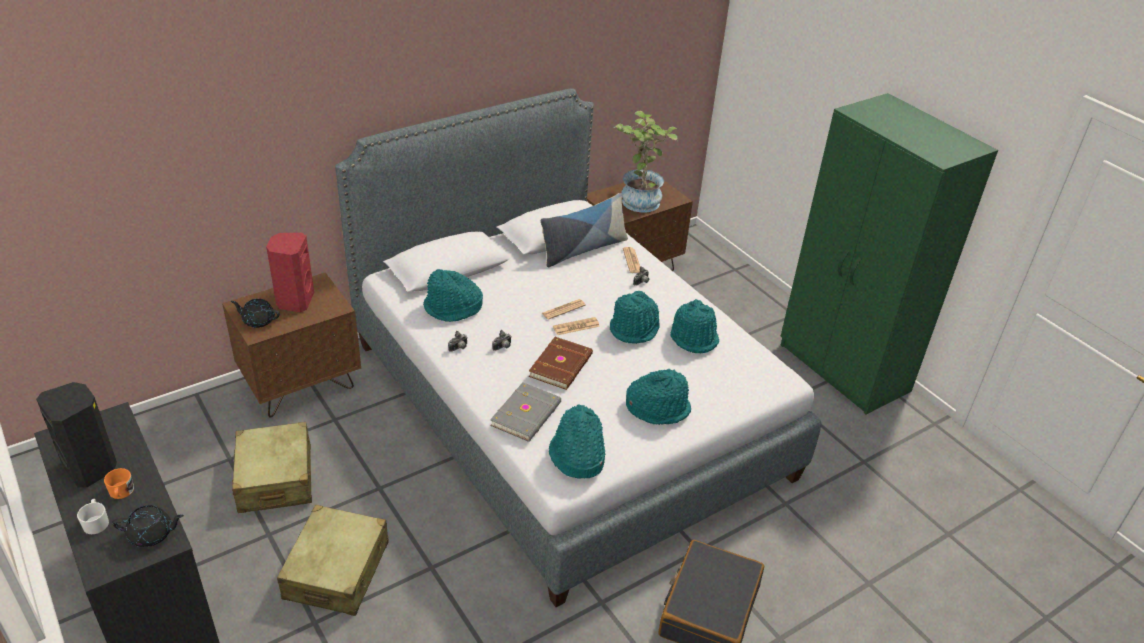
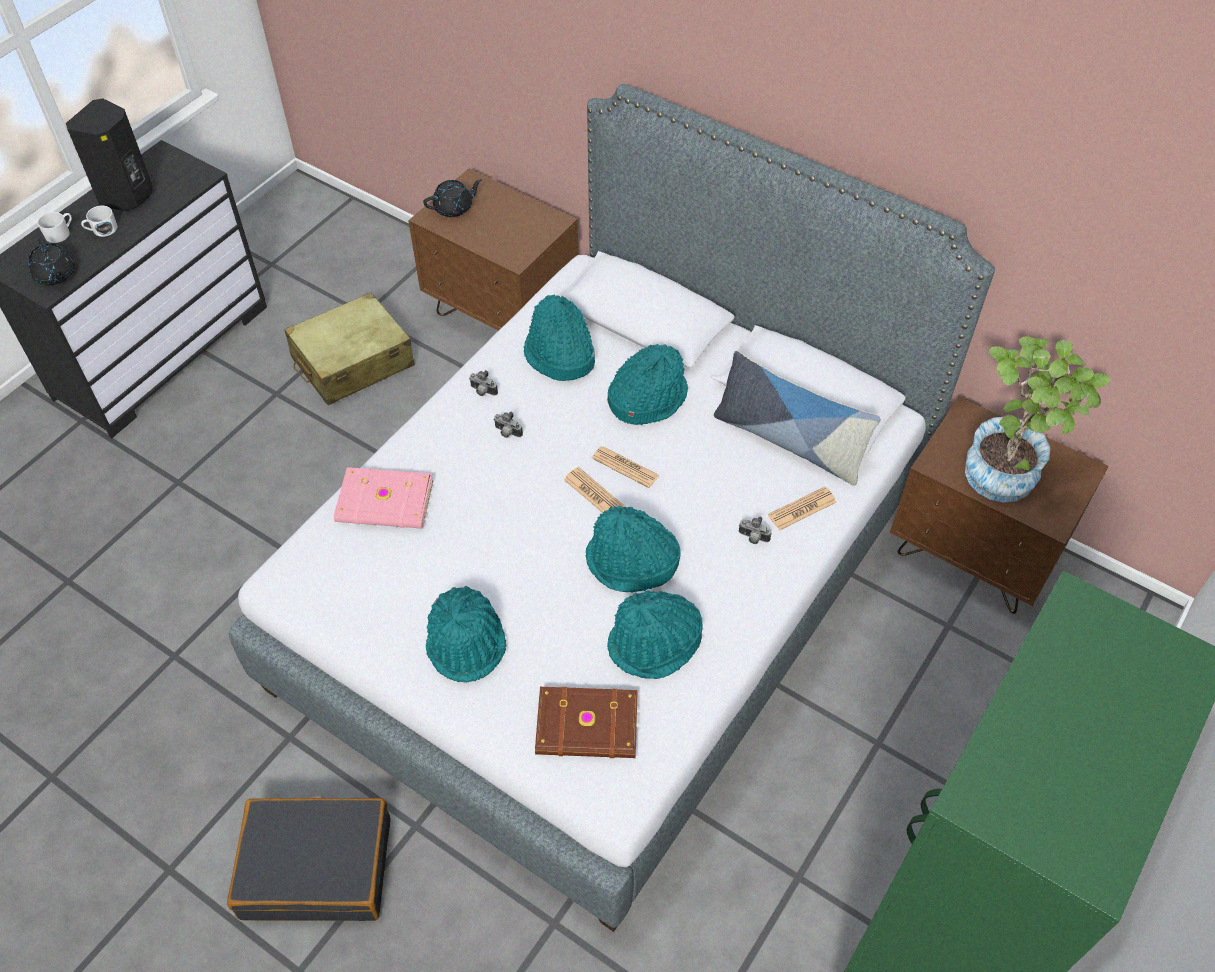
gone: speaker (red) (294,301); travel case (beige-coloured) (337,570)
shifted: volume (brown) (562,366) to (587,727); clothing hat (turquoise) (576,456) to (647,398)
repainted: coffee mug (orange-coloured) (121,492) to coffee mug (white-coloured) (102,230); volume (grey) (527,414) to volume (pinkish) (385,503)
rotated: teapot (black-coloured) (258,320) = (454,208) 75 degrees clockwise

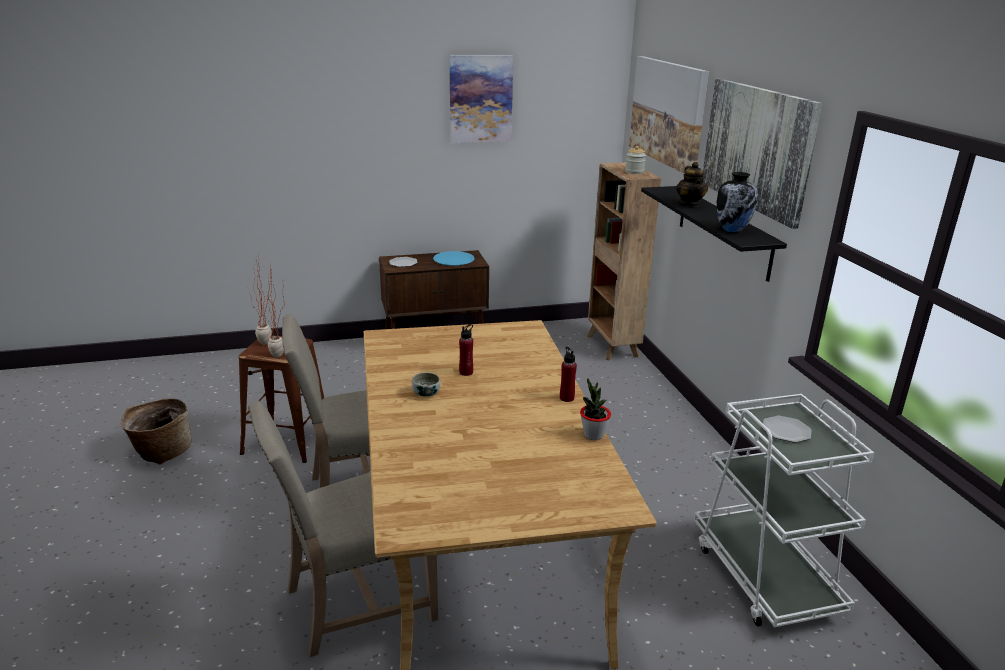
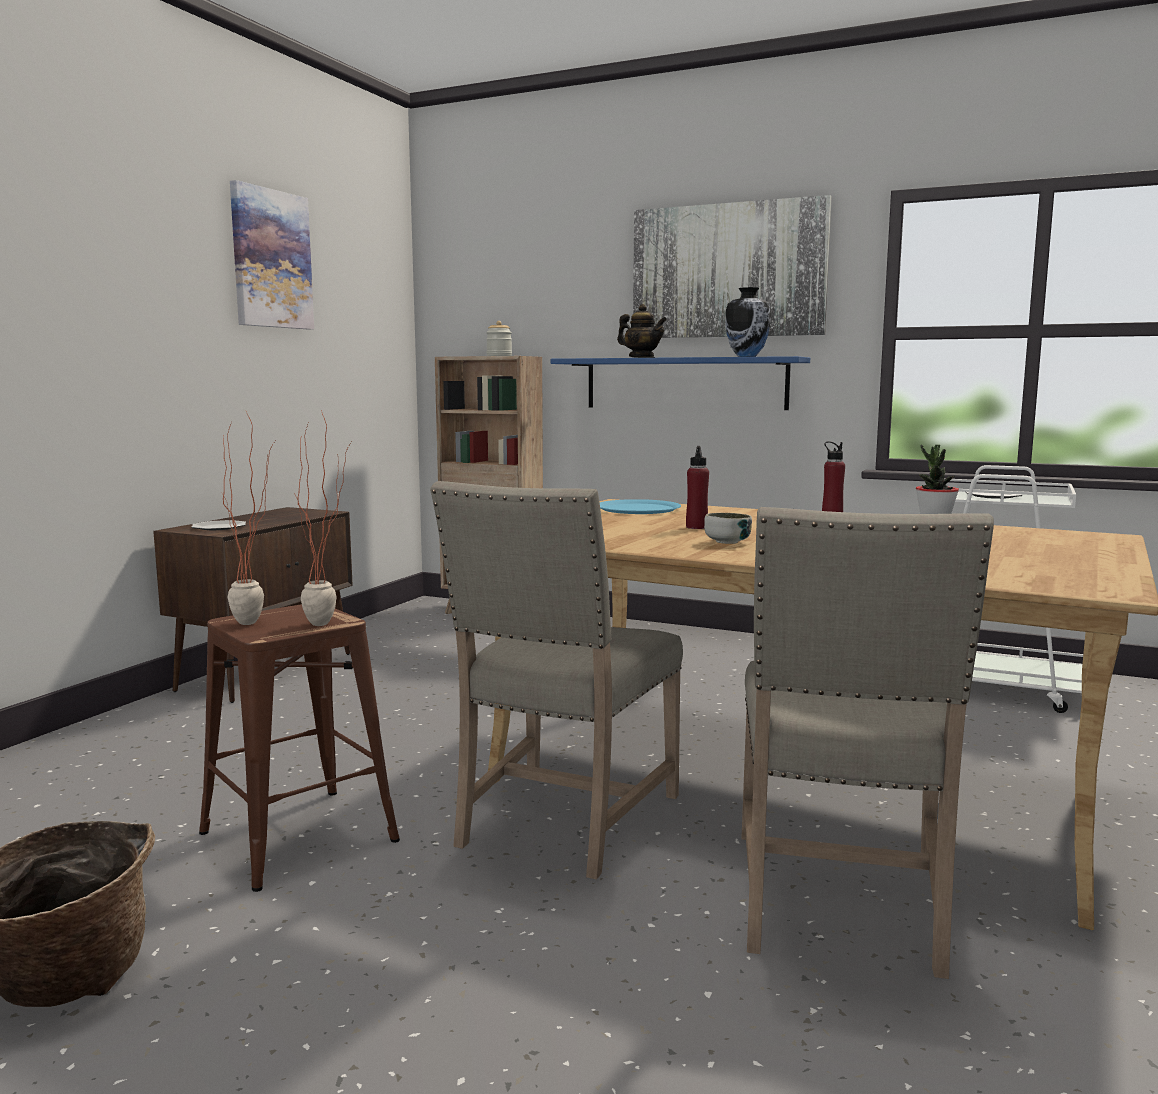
gone: picture (668,112)
shifted: dinner plate (blue-coloured) (454,259) to (638,509)
repainted: shelf (black-coloured) (723,231) to shelf (blue-coloured) (685,383)

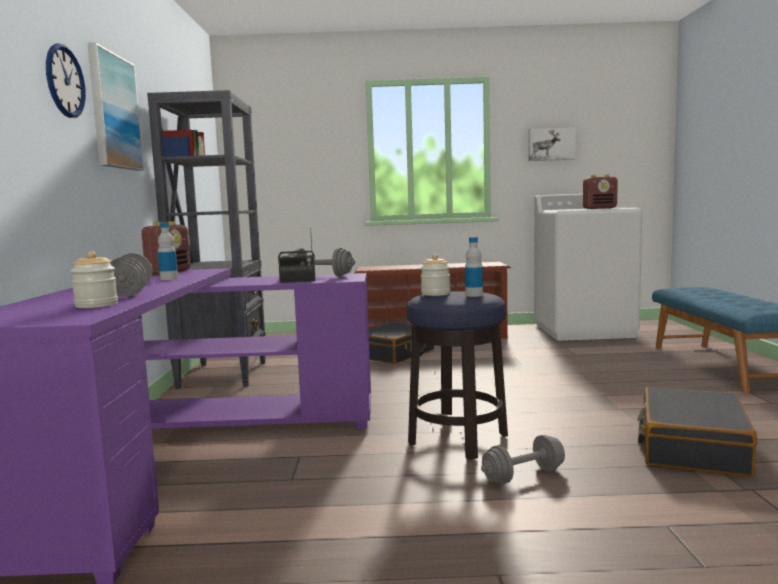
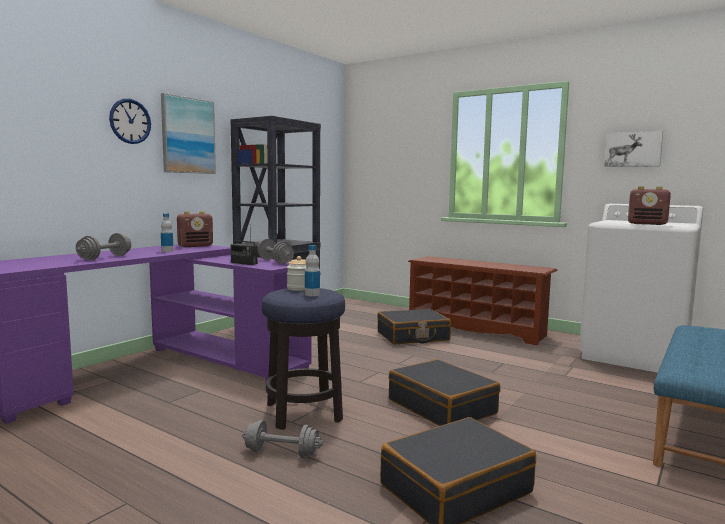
gone: storage jar (96,305)
new: travel case (black-coloured) (442,407)

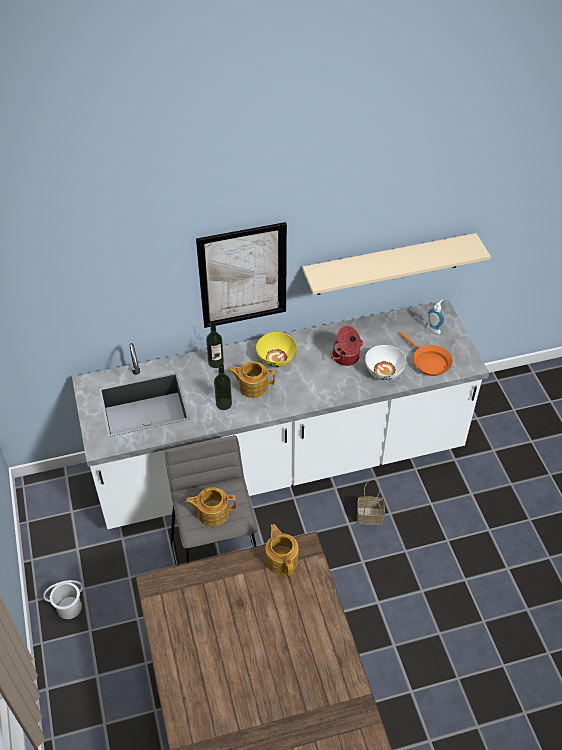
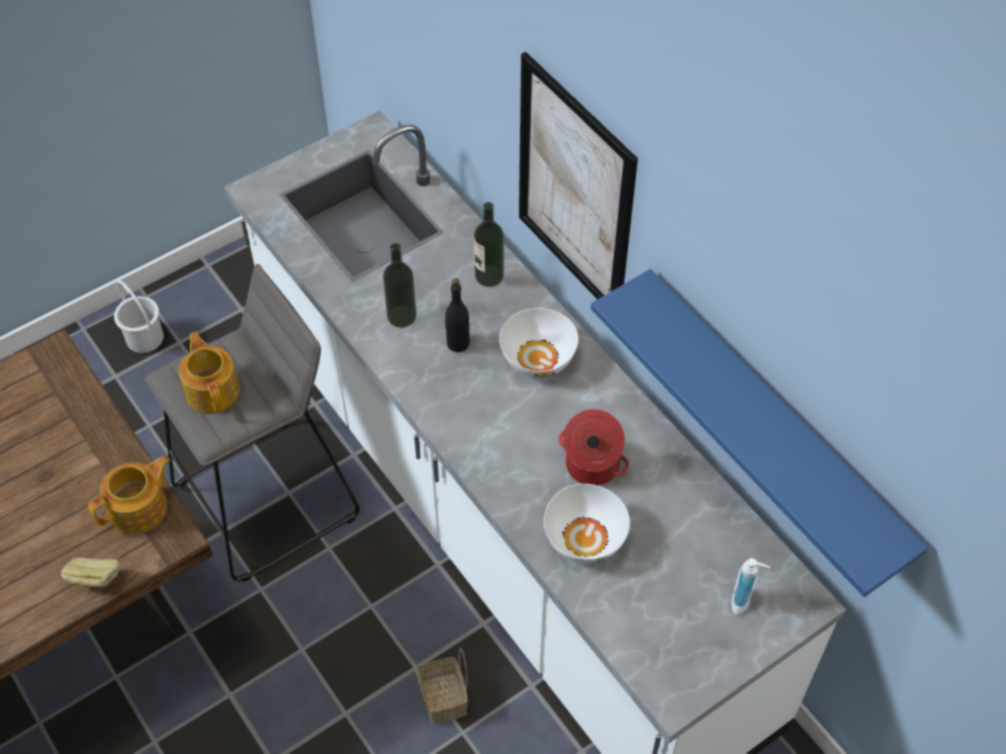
gone: skillet (orange-coloured) (428,362)
new: baked bread (96,581)
swapped: teapot (252,386) to bottle (black-coloured) (457,343)
repainted: deep dish (yellow) (276,358) to deep dish (white-coloured) (538,357); shelf (beige-coloured) (389,264) to shelf (blue-coloured) (773,424)

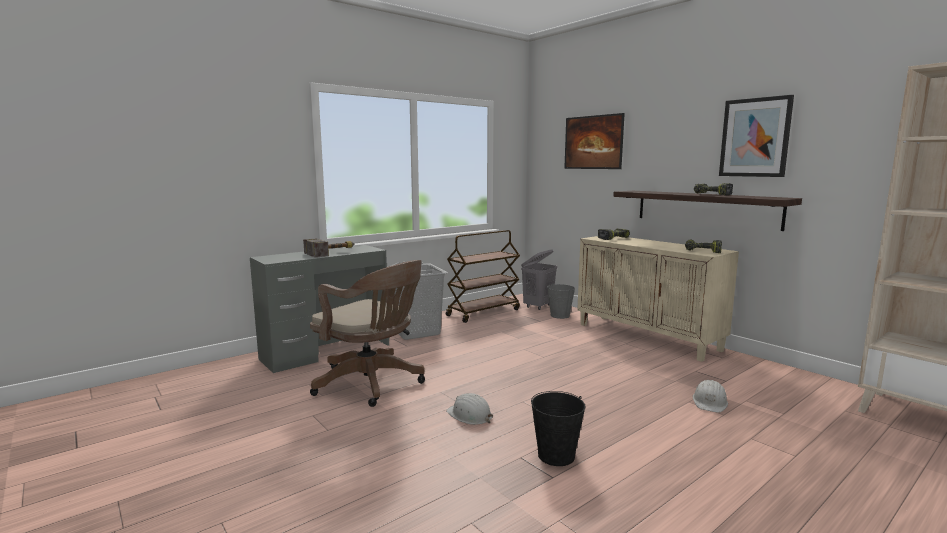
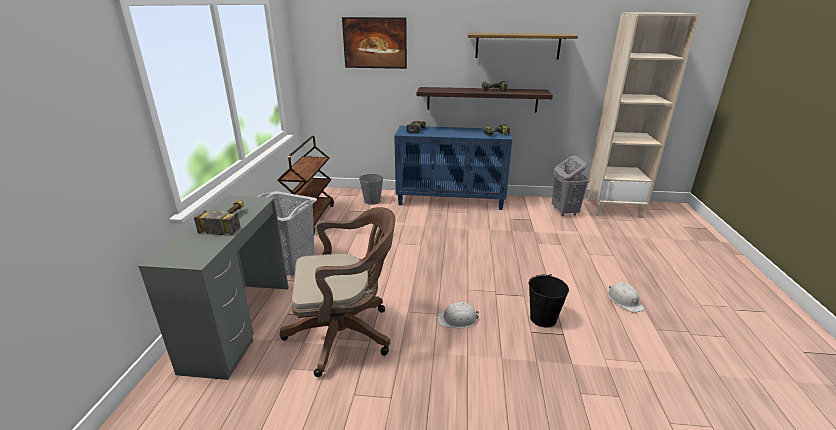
shifted: hamper (grey) (538,306) to (564,211); hard hat (white-coloured) (710,402) to (624,300)
swapped: picture (755,137) to shelf (517,46)
repainted: storage cabinet (beige-coloured) (648,337) to storage cabinet (blue-coloured) (451,200)

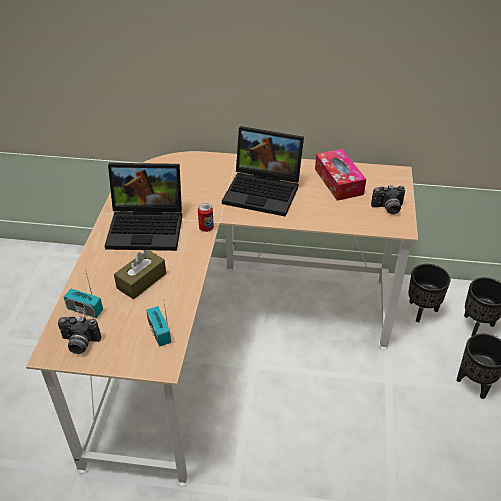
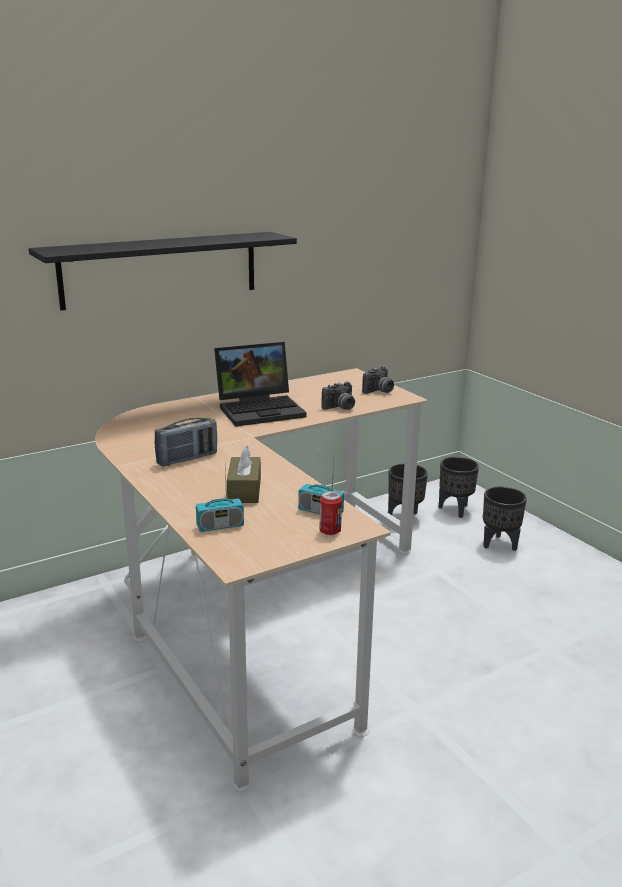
gone: tissue holder (338,181)
new: shelf (black-coloured) (161,269)
shifted: still camera (79,343) to (340,408); sealed can (206,228) to (330,531)
swapped: notebook computer (148,226) to radio receiver (187,459)

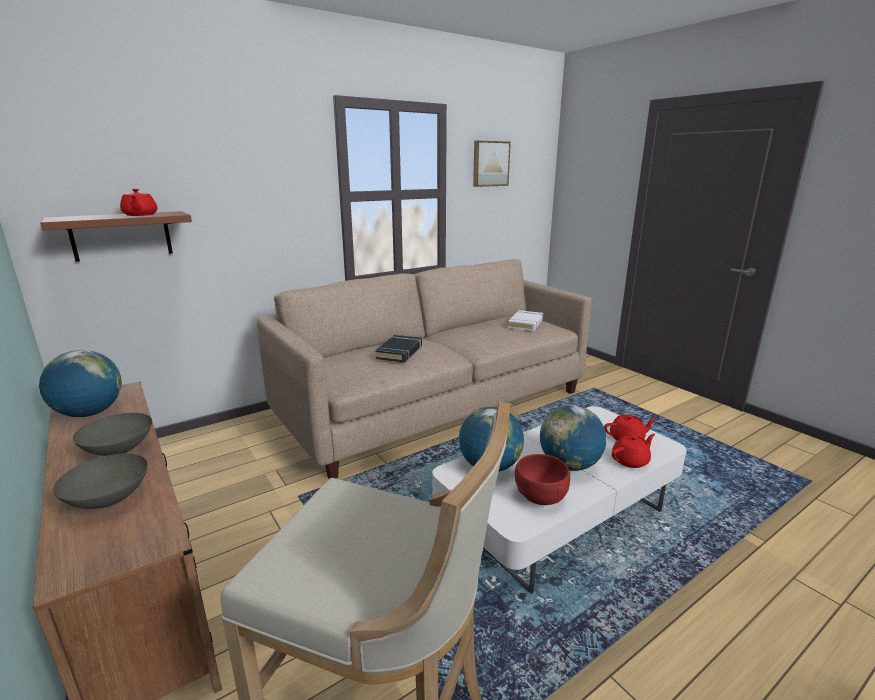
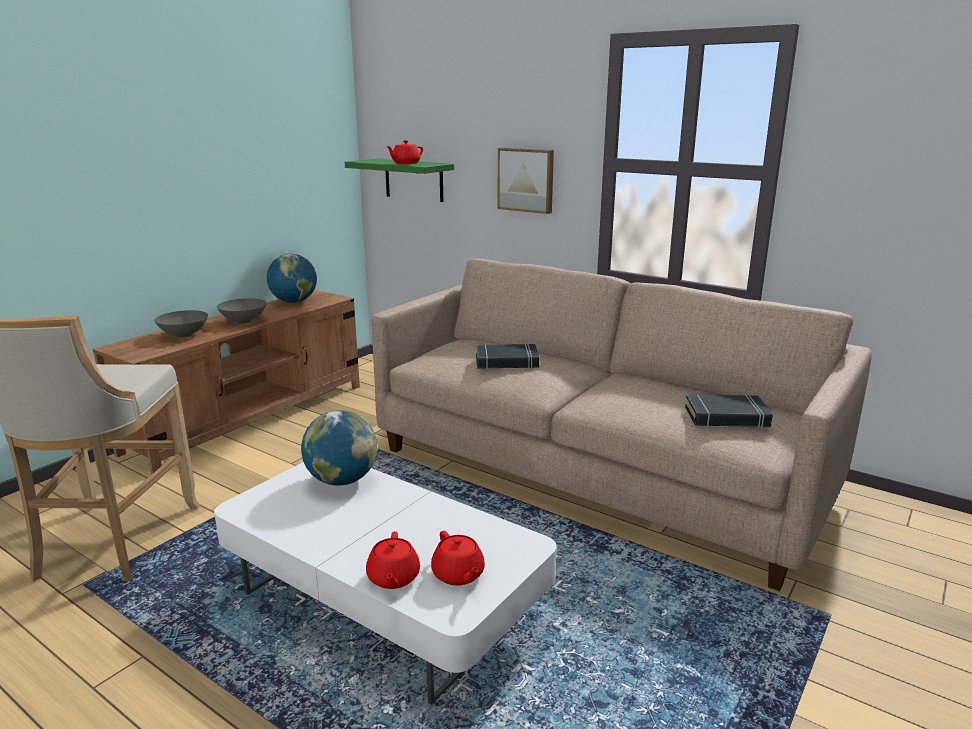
gone: deep dish (red) (540,496); globe (569,465)
shifted: picture (490,164) to (526,180)
repainted: shelf (brown) (121,236) to shelf (green-coloured) (414,180); volume (white-coloured) (526,324) to volume (black-coloured) (726,417)
rotated: teapot (red) (631,460) = (393,578) 45 degrees clockwise

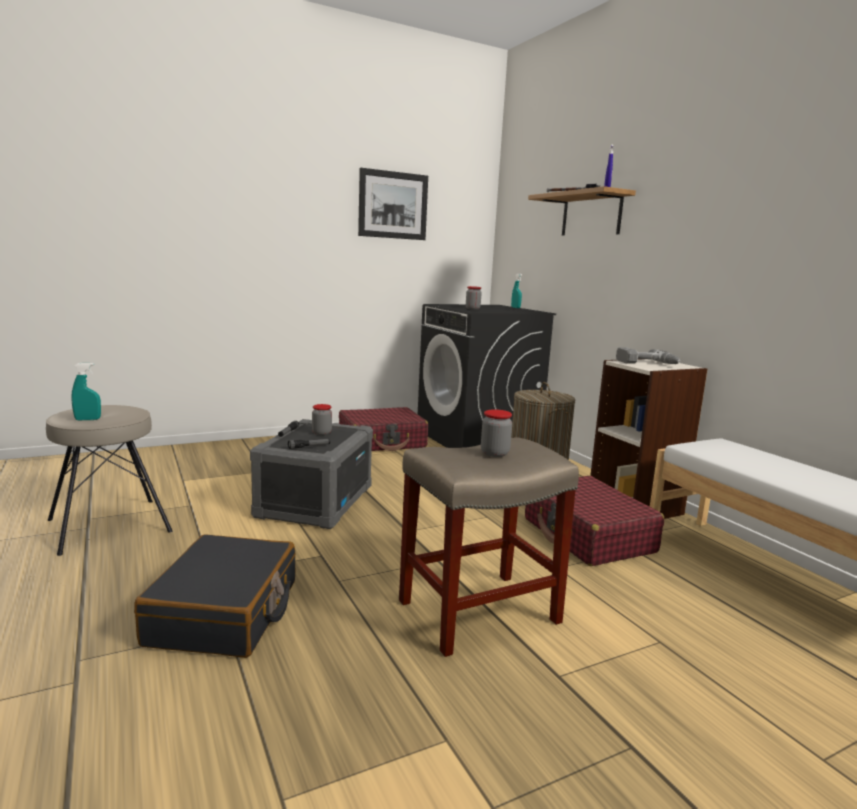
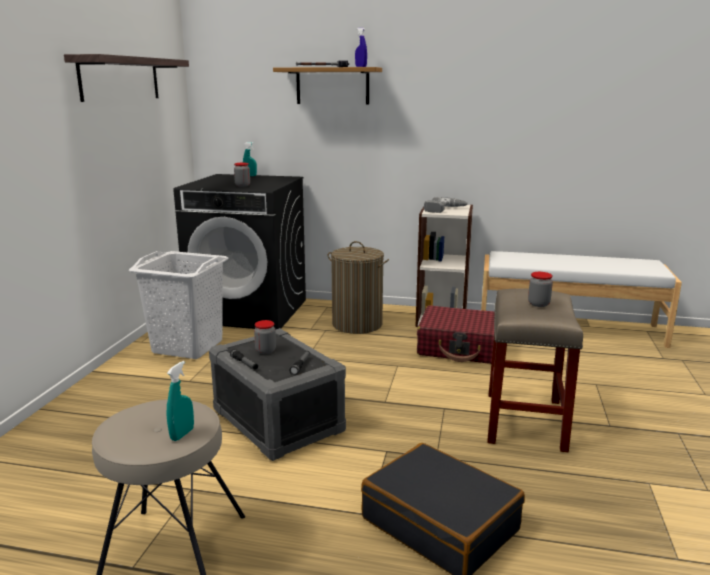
swapped: travel case (red) (382,442) to hamper (white-coloured) (187,346); picture (393,205) to shelf (120,79)

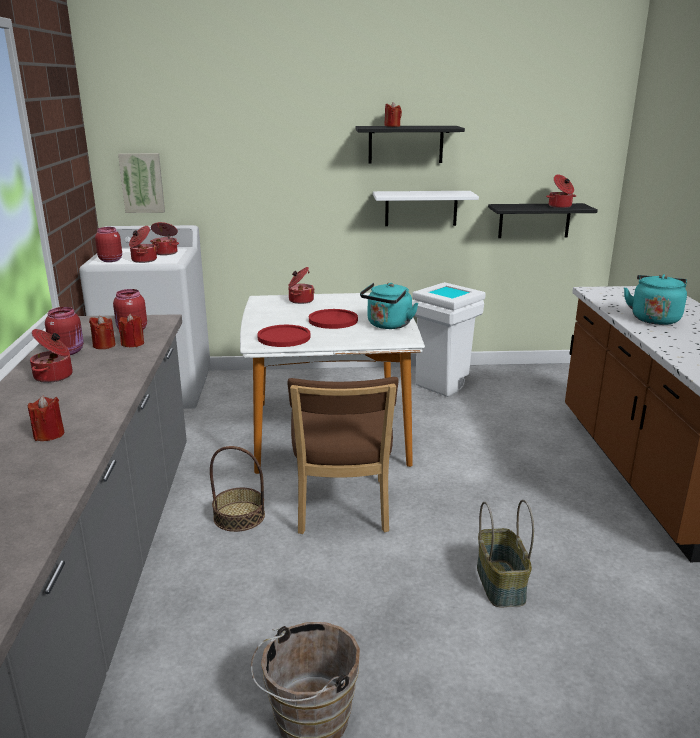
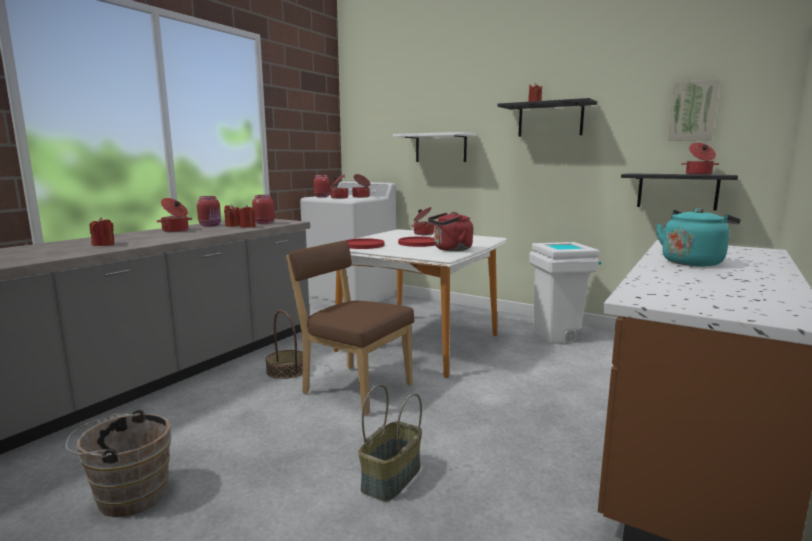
shifted: picture (142,183) to (693,111); shelf (white-coloured) (421,208) to (440,148)
repainted: kettle (turquoise) (388,325) to kettle (red) (450,249)
rotated: upright chair (brown) (342,510) = (353,387) 90 degrees clockwise

